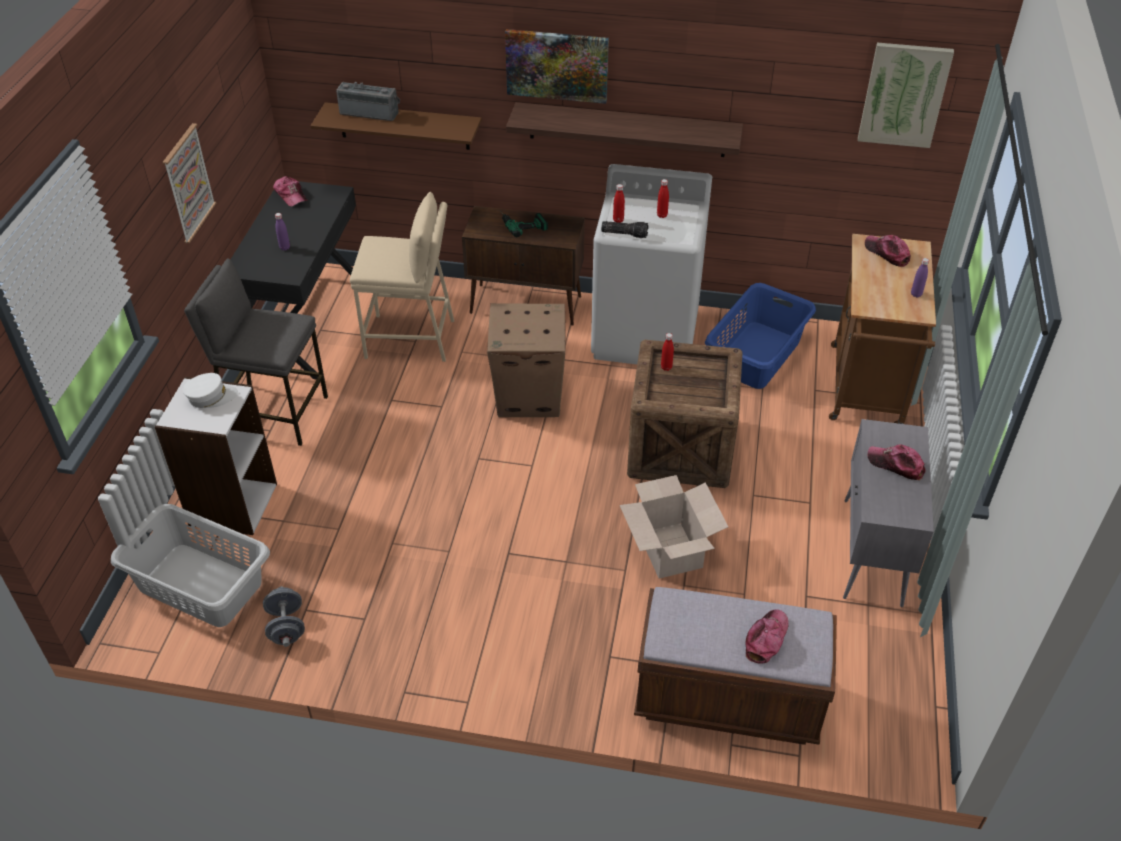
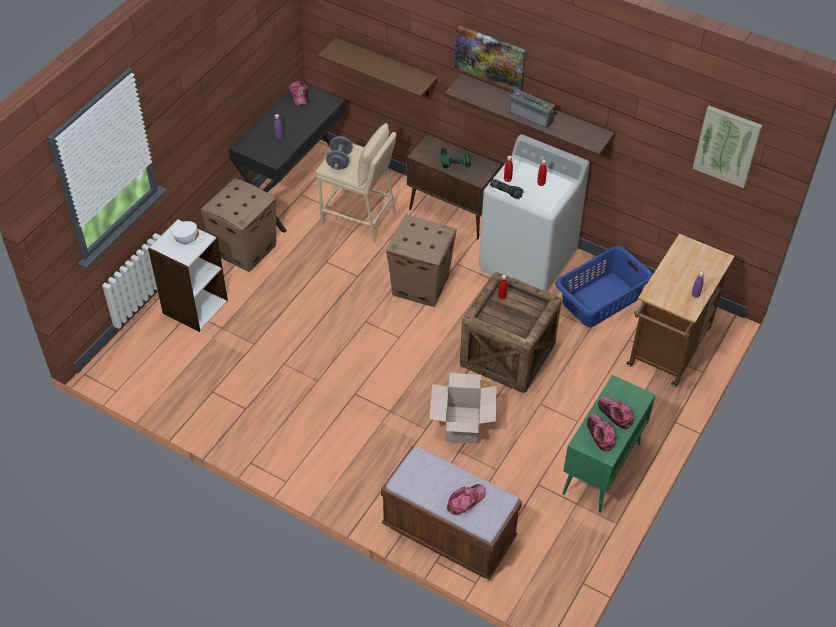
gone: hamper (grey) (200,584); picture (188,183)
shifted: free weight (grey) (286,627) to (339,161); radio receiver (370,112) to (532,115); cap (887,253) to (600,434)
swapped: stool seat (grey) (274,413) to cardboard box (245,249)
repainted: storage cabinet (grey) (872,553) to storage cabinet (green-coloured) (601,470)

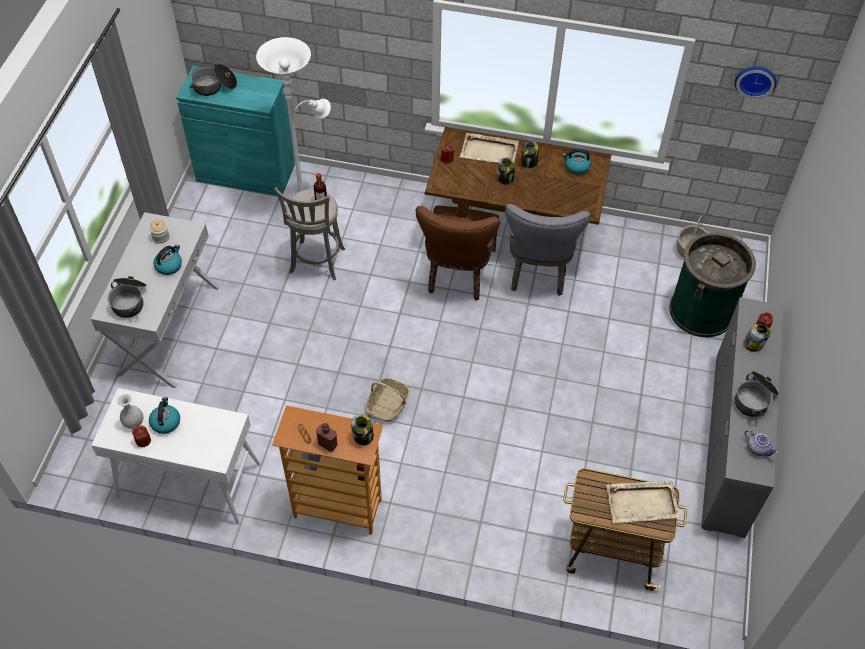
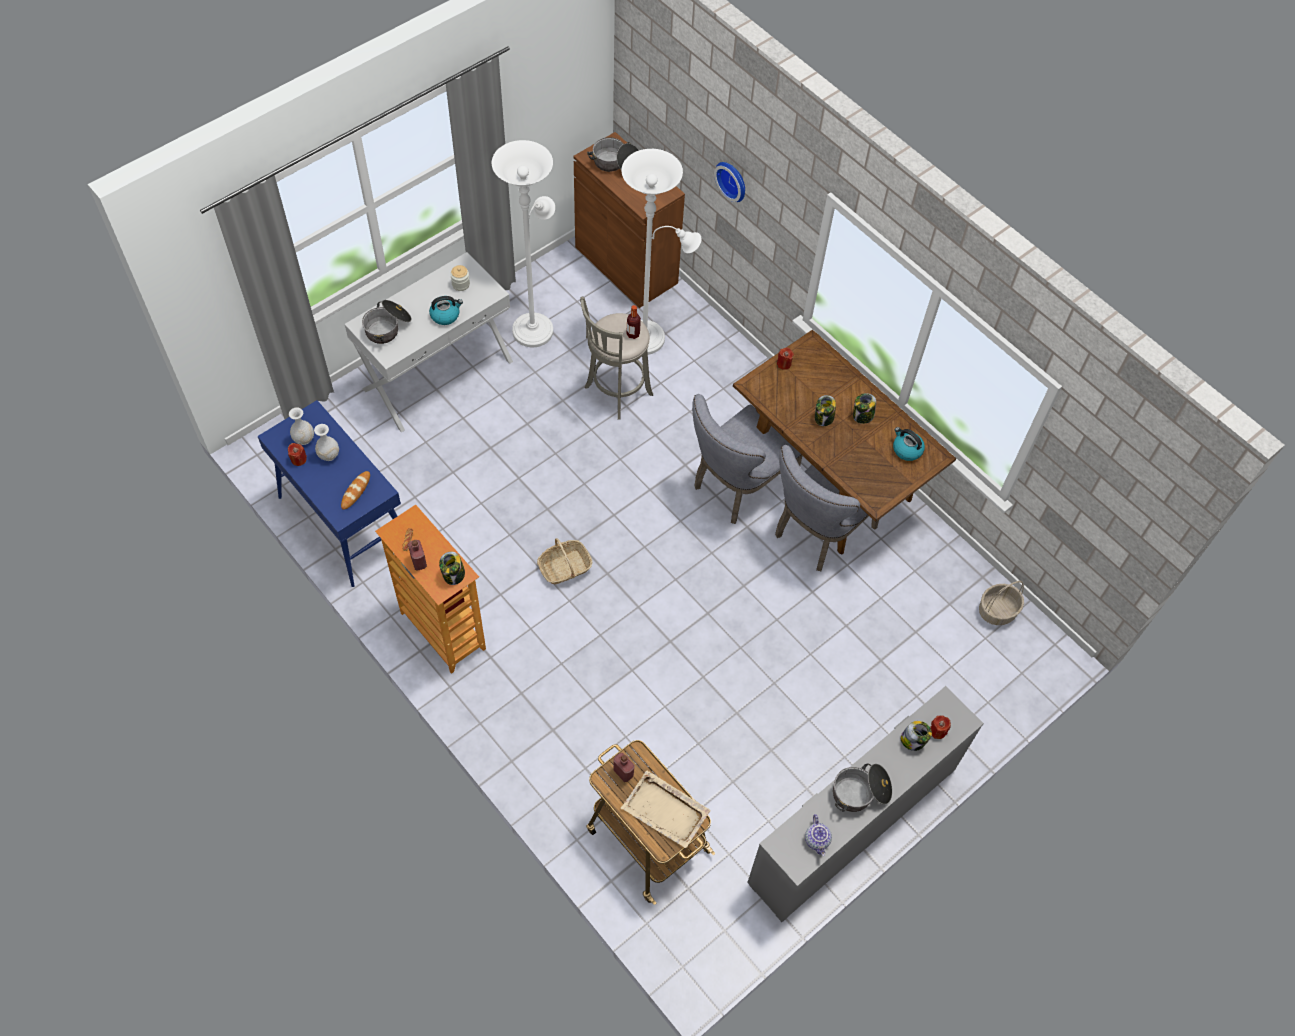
gone: serving tray (beige-coloured) (490,151); waste bin (green-coloured) (701,311)
new: baked bread (356,491); floor lamp (white-coloured) (535,326); bottle (red) (623,772)
shifted: hanging clock (755,79) to (733,180)
swapped: kettle (165,422) to flower vase (white-coloured) (328,455)
repainted: console table (white-coloured) (188,481) to console table (blue-coloured) (344,522); storage cabinet (turquoise) (245,173) to storage cabinet (brown) (626,265); upright chair (brown) (458,275) to upright chair (grey) (737,487)

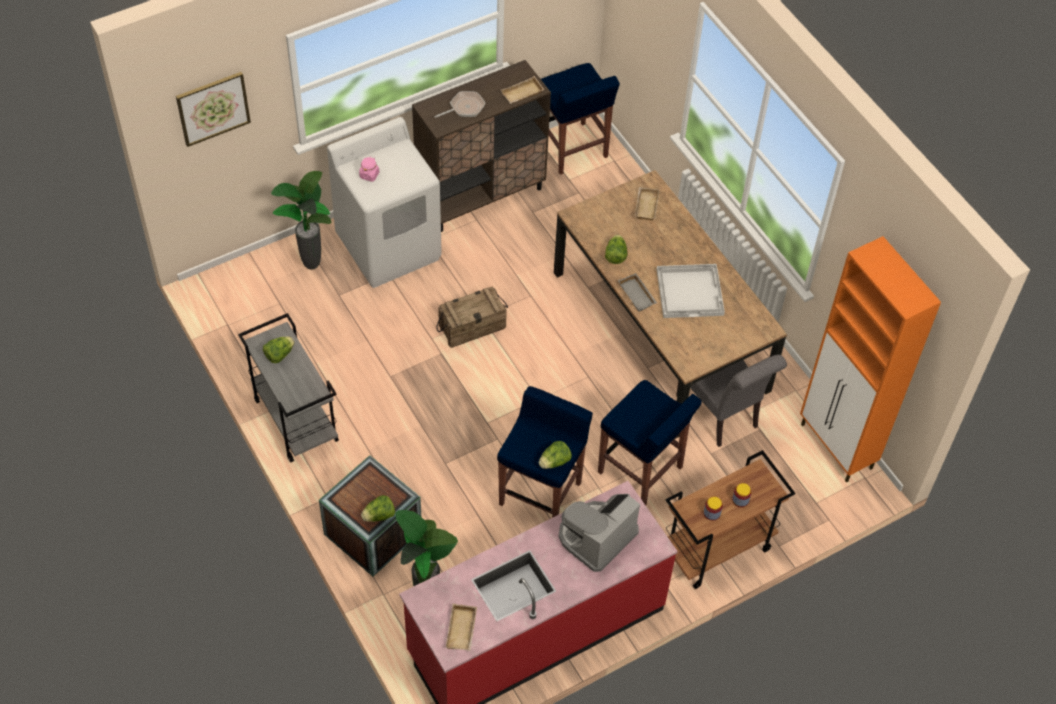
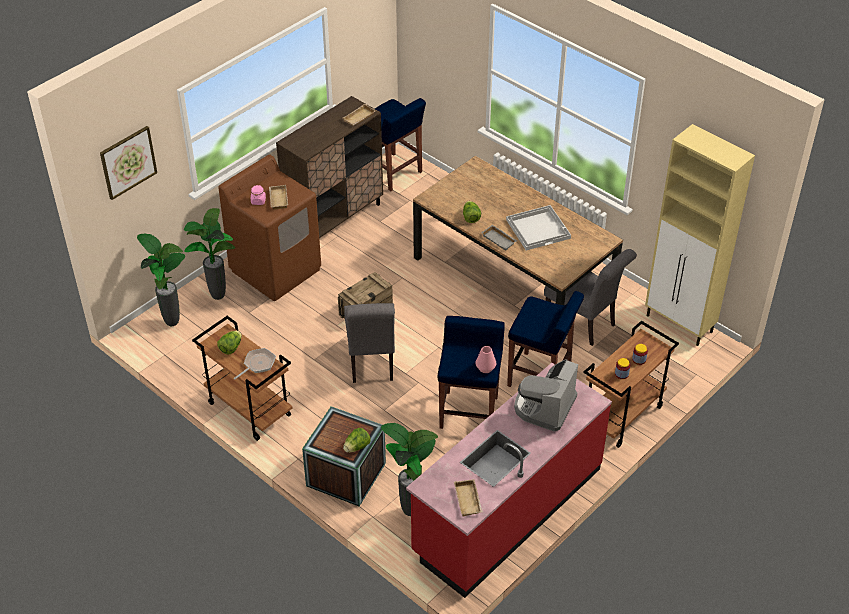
new: houseplant (172,322); upright chair (grey) (371,363)
shifted: skillet (464,108) to (258,364); serving tray (beige-coloured) (645,205) to (277,199)
swapped: lettuce (554,462) to flower vase (pinkish) (485,368)
repainted: cart (grey) (295,420) to cart (brown) (248,409); washing machine (white-coloured) (389,247) to washing machine (brown) (276,270); storage cabinet (orange-coloured) (837,447) to storage cabinet (beige-coloured) (680,324)

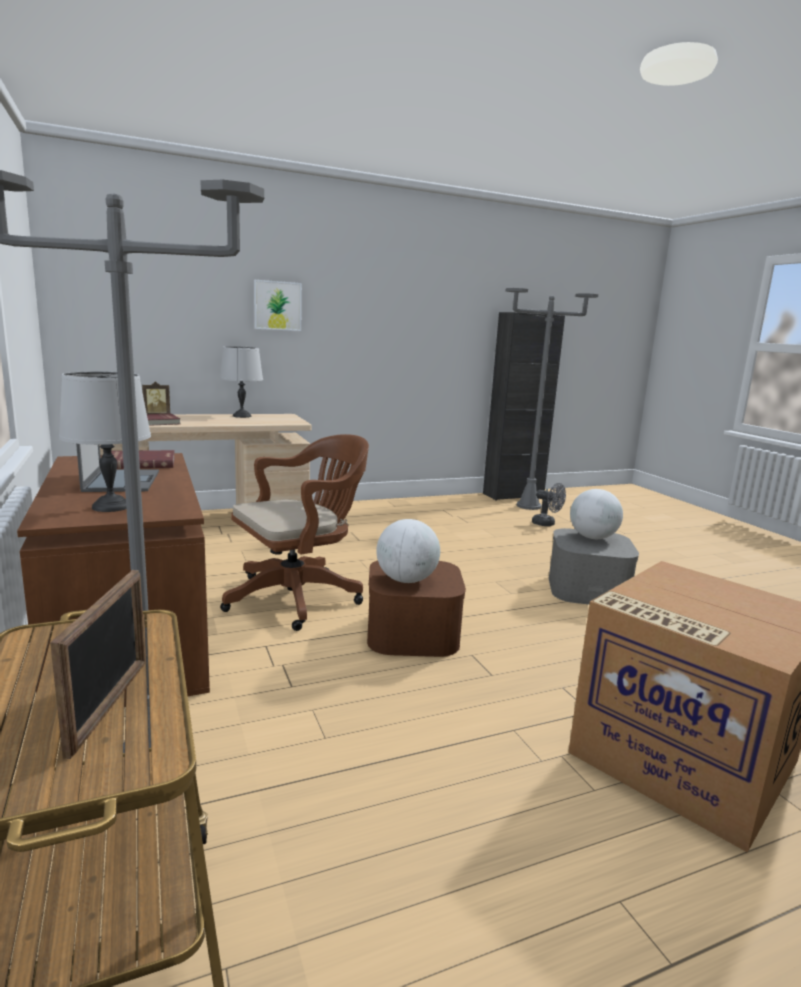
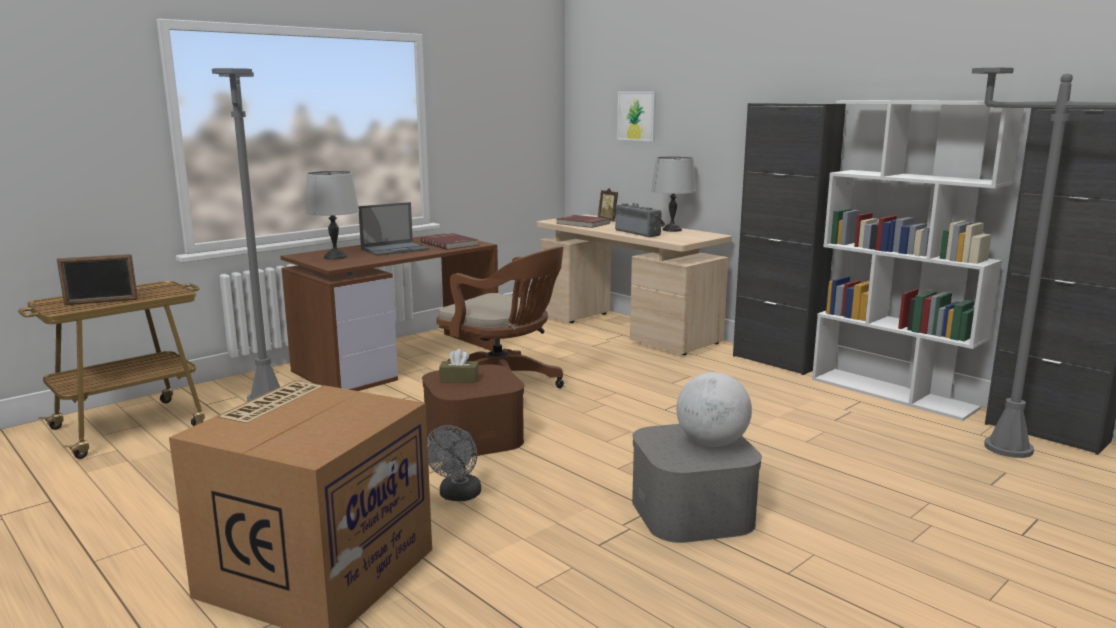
new: radio receiver (639,233); storage cabinet (black-coloured) (776,361); bookshelf (white-coloured) (893,393)
shifted: picture (277,305) to (637,116); electric fan (grey) (547,524) to (457,496)
swapped: globe (406,580) to tissue holder (brown) (459,379)

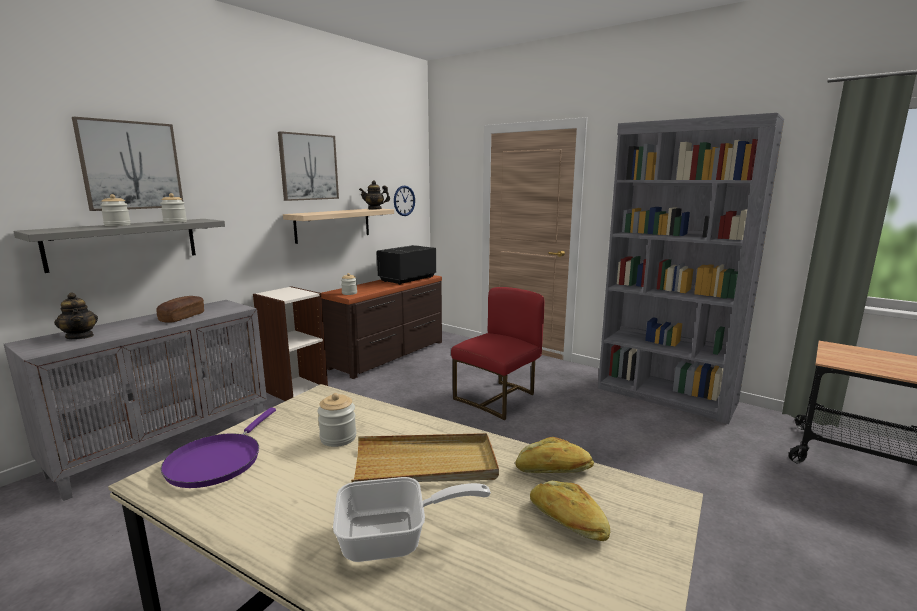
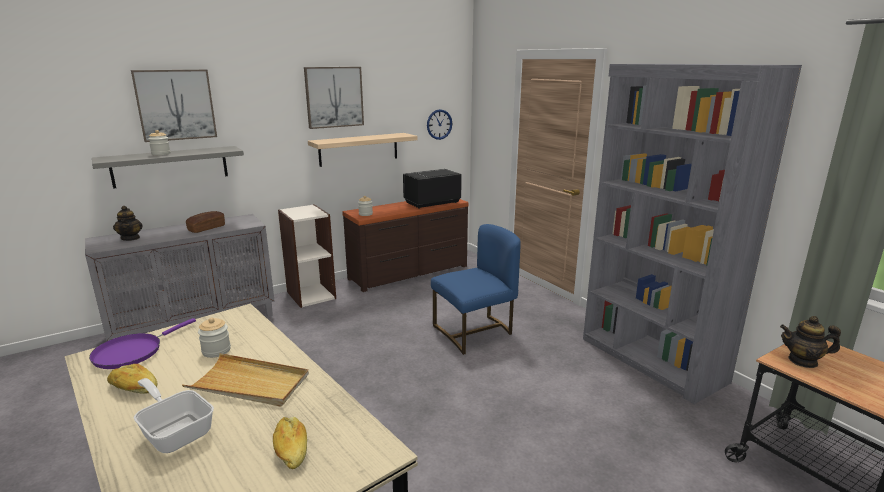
gone: storage jar (175,222)
shifted: teapot (375,209) to (803,361); baked bread (554,470) to (133,388)
repainted: upright chair (red) (498,398) to upright chair (blue-coloured) (475,332)
rotated: skillet (395,539) = (175,431) 150 degrees counterclockwise

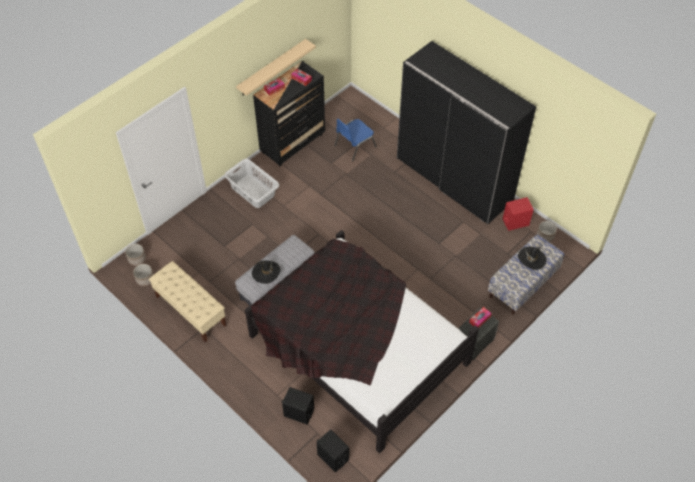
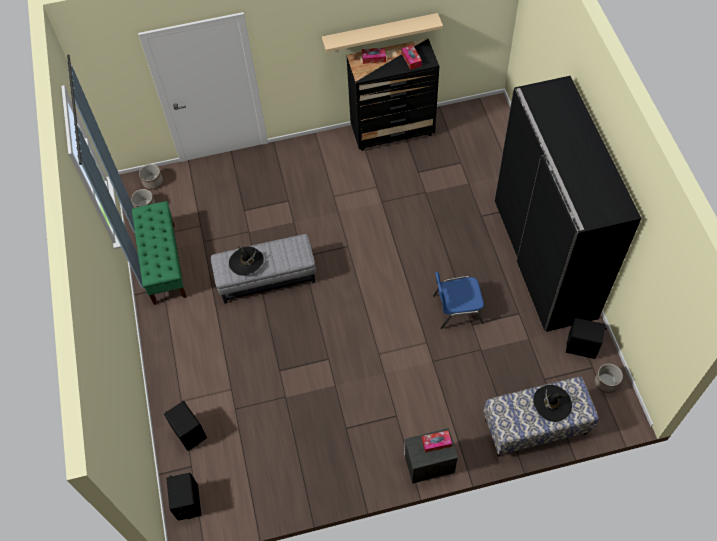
gone: hamper (grey) (253,191); bed (black-coloured) (357,348)
shifted: upright chair (blue-coloured) (354,146) to (456,309)
repainted: bench (beige-coloured) (190,311) to bench (green-coloured) (164,263); speaker (red) (515,222) to speaker (black-coloured) (582,346)

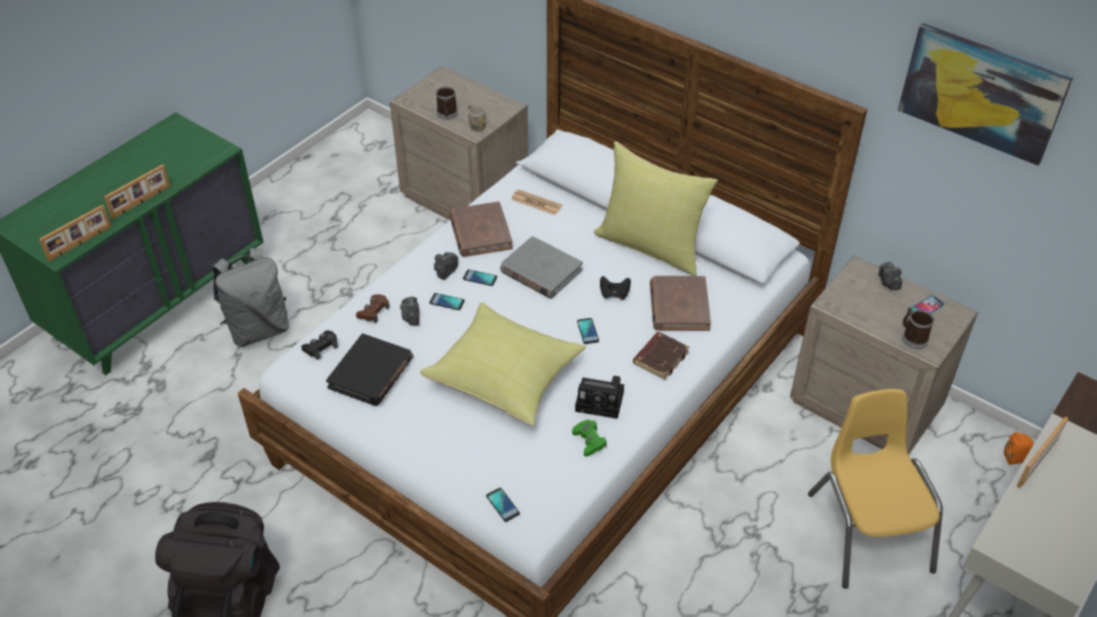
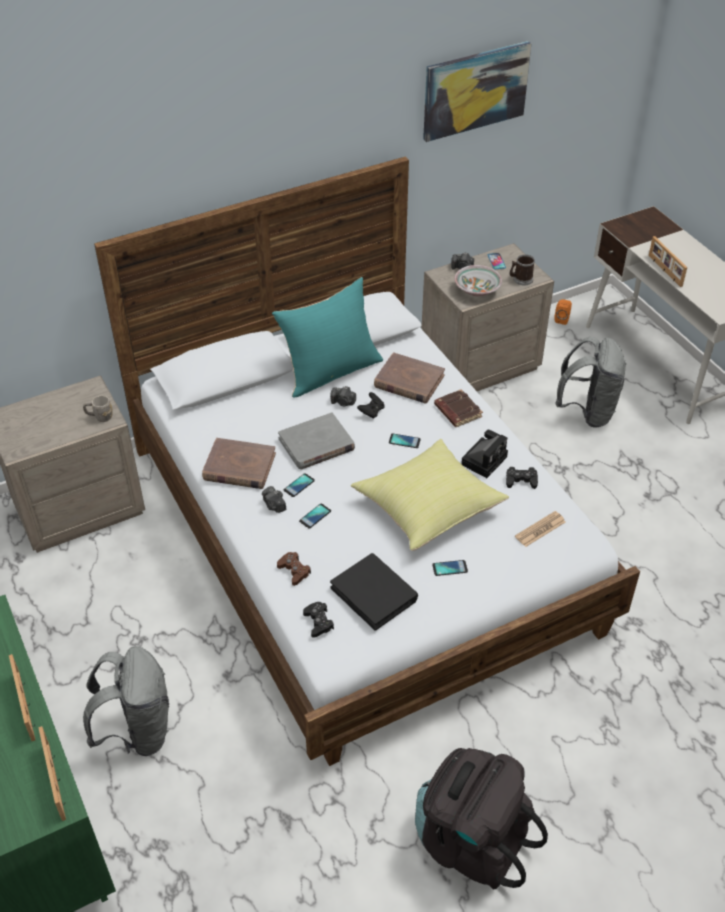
gone: coffee mug (447,114)
new: deep dish (477,290)
shifted: still camera (411,317) to (343,402); phone (503,505) to (450,568); newspaper (536,203) to (540,529)
swapped: upright chair (yellow) (868,531) to knapsack (grey) (587,412)
repainted: joypad (green-coloured) (589,441) to joypad (black-coloured) (521,480); cushion (yellow) (651,246) to cushion (turquoise) (330,371)

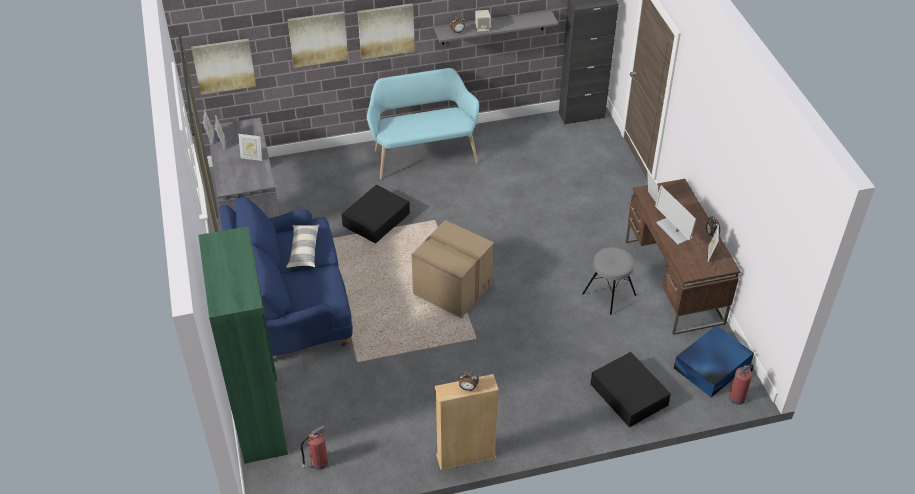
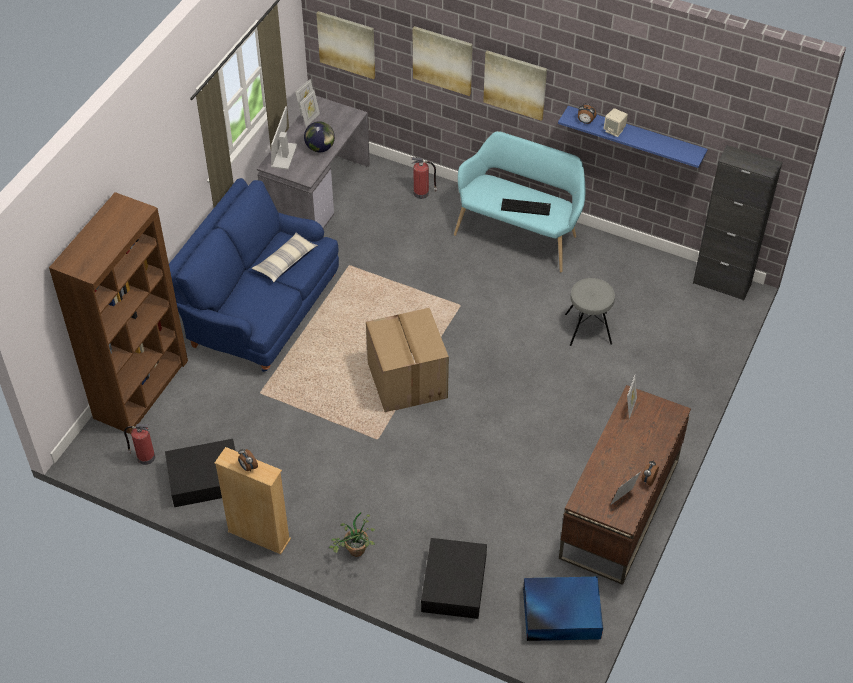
new: houseplant (354,553); PC keyboard (526,207)
shifted: storage container (black-coloured) (375,220) to (204,478); stool seat (grey) (609,294) to (588,329); computer display (673,230) to (284,155); fire extinguisher (737,397) to (422,193)
swapped: photo frame (252,158) to globe (320,148)
repainted: bookshelf (green-coloured) (260,417) to bookshelf (brown) (141,389); shelf (grey) (493,28) to shelf (blue-coloured) (635,136)

